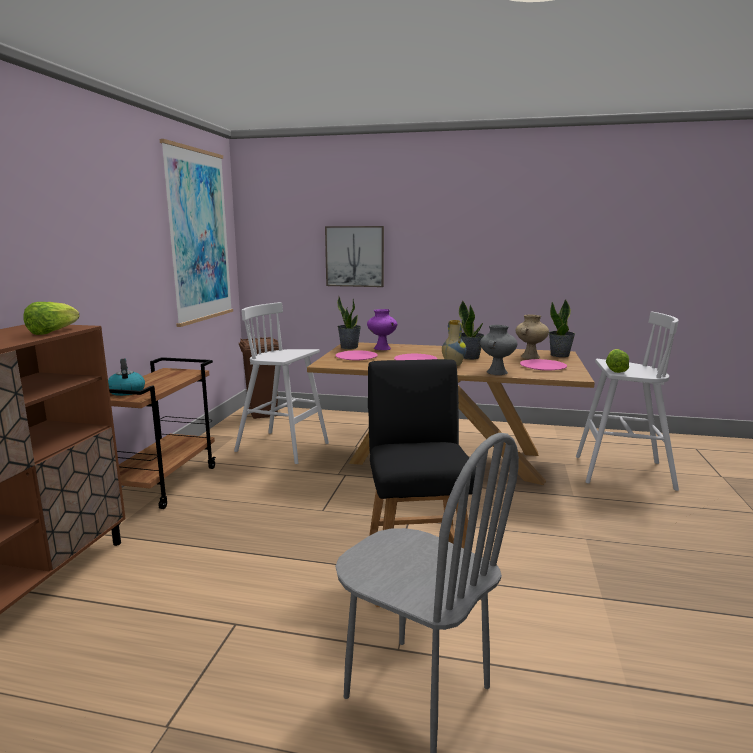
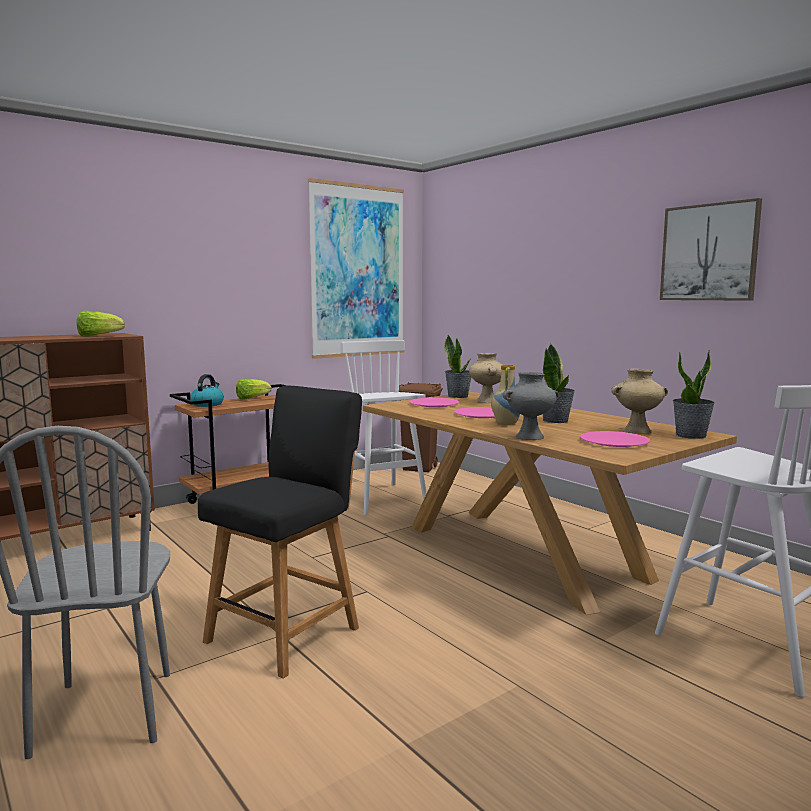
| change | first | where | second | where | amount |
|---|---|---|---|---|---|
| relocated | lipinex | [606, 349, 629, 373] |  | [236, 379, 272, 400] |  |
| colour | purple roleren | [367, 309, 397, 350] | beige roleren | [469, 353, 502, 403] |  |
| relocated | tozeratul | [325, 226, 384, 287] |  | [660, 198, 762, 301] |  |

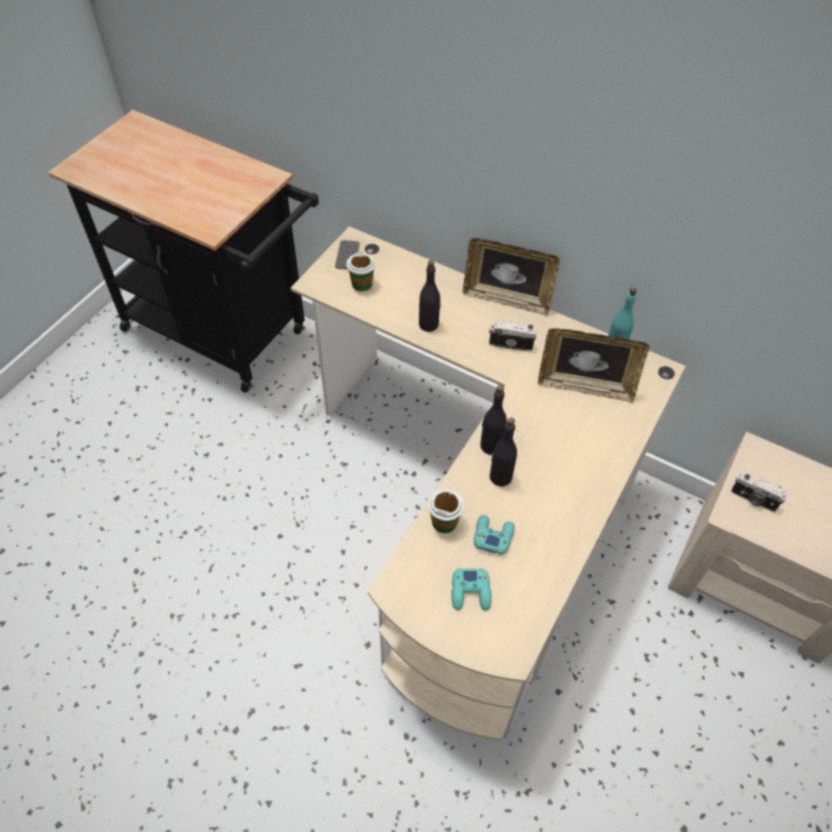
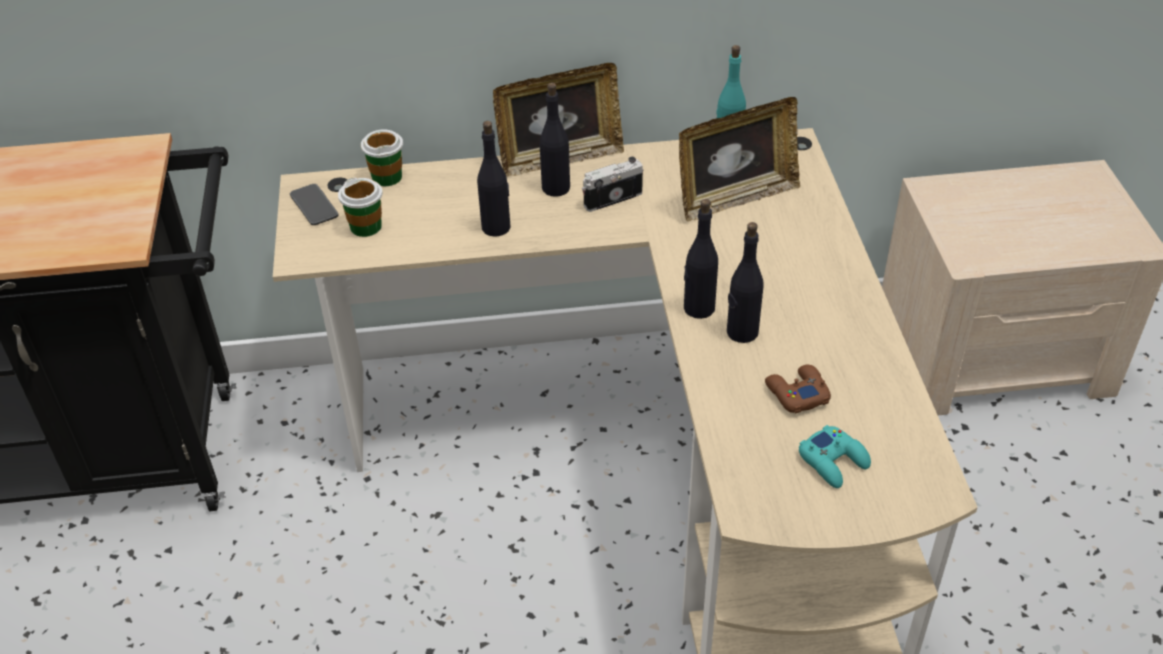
| change | first | where | second | where | amount |
|---|---|---|---|---|---|
| relocated | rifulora | [428, 489, 464, 533] |  | [361, 129, 403, 186] |  |
| appeared |  |  | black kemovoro | [540, 83, 570, 197] |  |
| colour | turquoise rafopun | [474, 515, 515, 555] | brown rafopun | [765, 365, 831, 414] |  |
| missing | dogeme | [731, 472, 787, 512] |  |  |  |

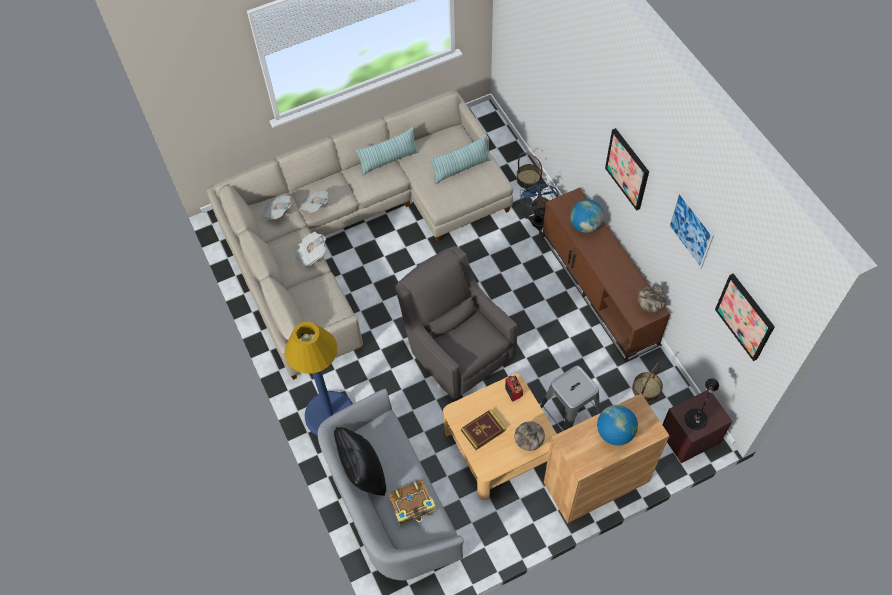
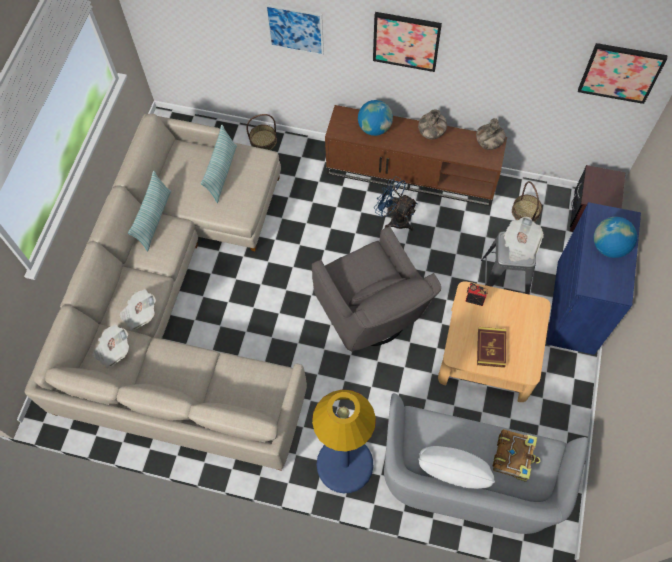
| change | first | where | second | where | amount |
|---|---|---|---|---|---|
| relocated | tozeratul | [668, 191, 714, 269] |  | [265, 4, 324, 56] |  |
| spun | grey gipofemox | [395, 246, 517, 400] |  | [312, 226, 441, 352] | 120 degrees counterclockwise |
| relocated | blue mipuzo | [520, 179, 559, 235] |  | [374, 176, 418, 231] |  |
| relocated | roleren | [514, 421, 545, 451] |  | [418, 109, 447, 140] |  |
| colour | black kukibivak | [334, 427, 386, 496] | white kukibivak | [419, 446, 495, 489] |  |
| relocated | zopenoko | [293, 232, 326, 268] |  | [504, 217, 544, 261] |  |
| colour | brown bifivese | [544, 393, 670, 524] | blue bifivese | [546, 202, 641, 355] |  |
| missing | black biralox | [685, 378, 719, 430] |  |  |  |

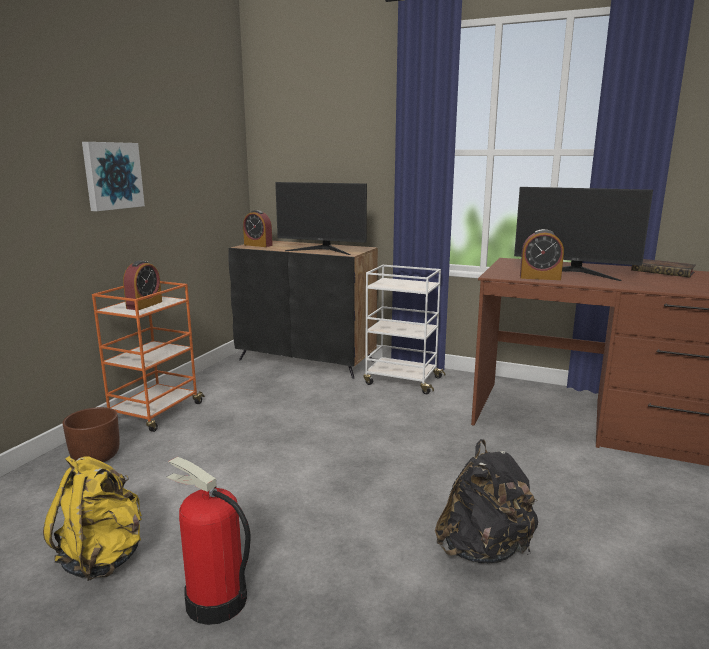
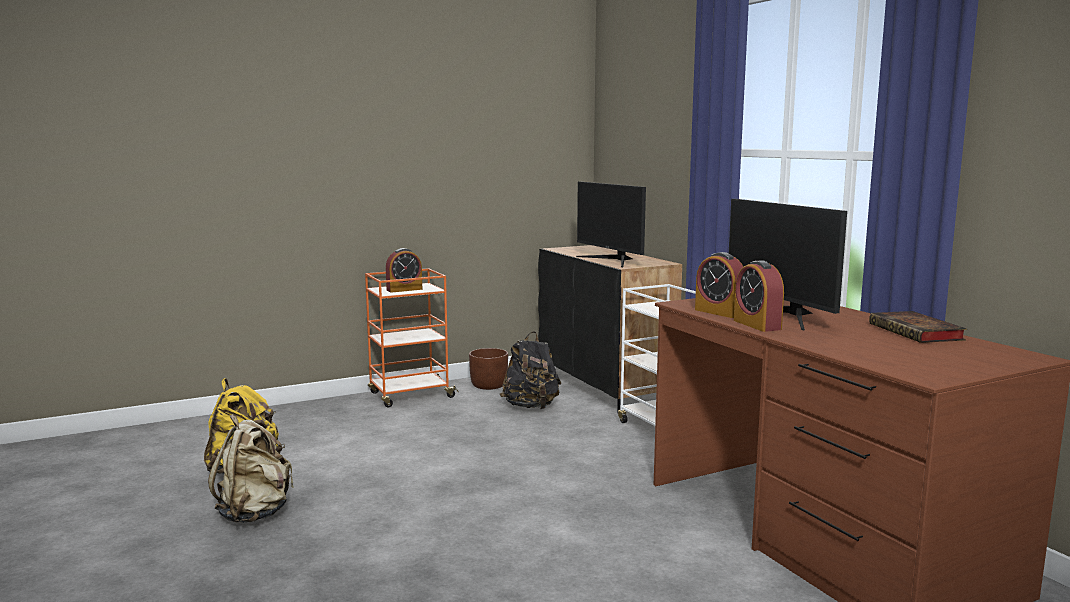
| change | first | where | second | where | amount |
|---|---|---|---|---|---|
| exchanged | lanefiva | [167, 457, 251, 625] | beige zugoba | [208, 414, 294, 523] |  |
| relocated | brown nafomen | [62, 407, 120, 462] |  | [469, 348, 508, 390] |  |
| relocated | black zugoba | [435, 439, 538, 564] |  | [500, 331, 561, 409] |  |
| relocated | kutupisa | [243, 210, 273, 247] |  | [734, 260, 784, 332] |  |
| missing | tozeratul | [82, 142, 145, 211] |  |  |  |

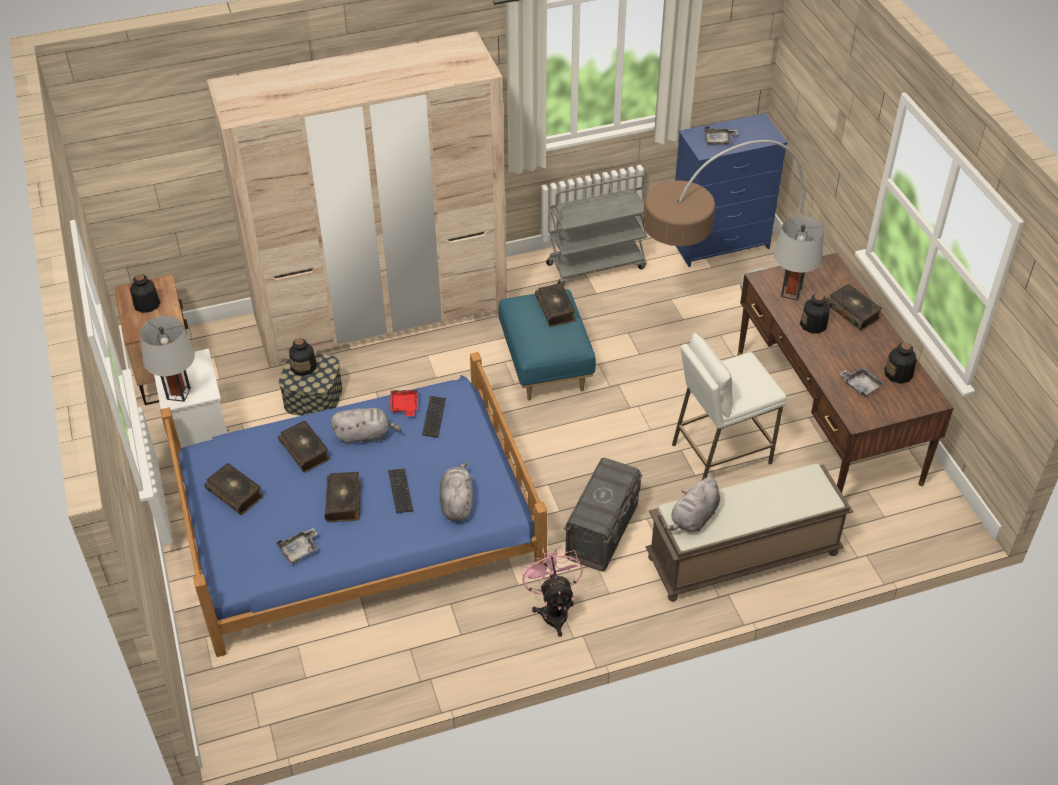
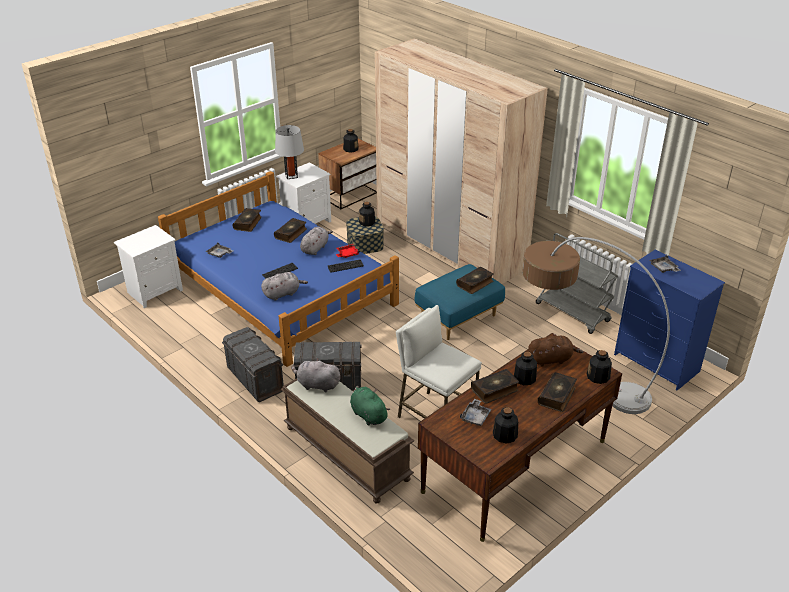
| change | first | where | second | where | amount |
|---|---|---|---|---|---|
| appeared |  |  | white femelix | [114, 225, 183, 308] |  |
| exchanged | pink mipuzo | [520, 545, 583, 637] | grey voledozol | [222, 327, 284, 402] |  |
| spun | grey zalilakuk | [331, 408, 401, 445] |  | [300, 227, 333, 255] | 120 degrees counterclockwise |
| appeared |  |  | green zalilakuk | [350, 386, 390, 425] |  |
| relocated | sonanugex | [324, 472, 361, 522] |  | [471, 369, 519, 404] |  |
| exchanged | grey biralox | [774, 216, 824, 301] | brown zalilakuk | [528, 336, 584, 366] |  |
| appeared |  |  | kemovoro | [587, 350, 612, 384] |  |

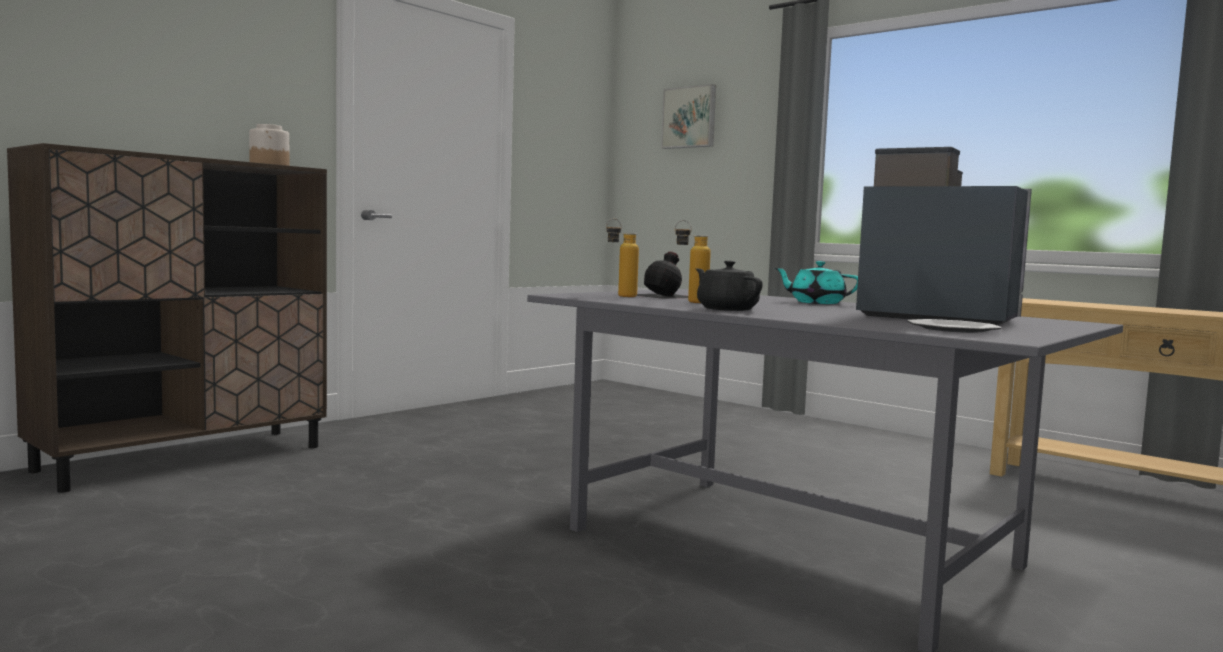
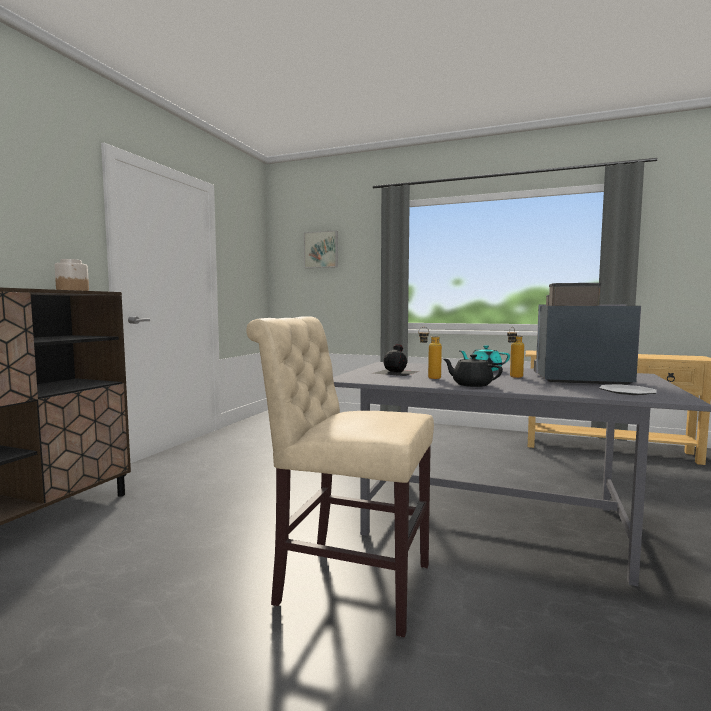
| change | first | where | second | where | amount |
|---|---|---|---|---|---|
| appeared |  |  | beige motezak | [246, 316, 434, 637] |  |
| relocated | kemovoro | [606, 219, 639, 297] |  | [507, 327, 524, 378] |  |

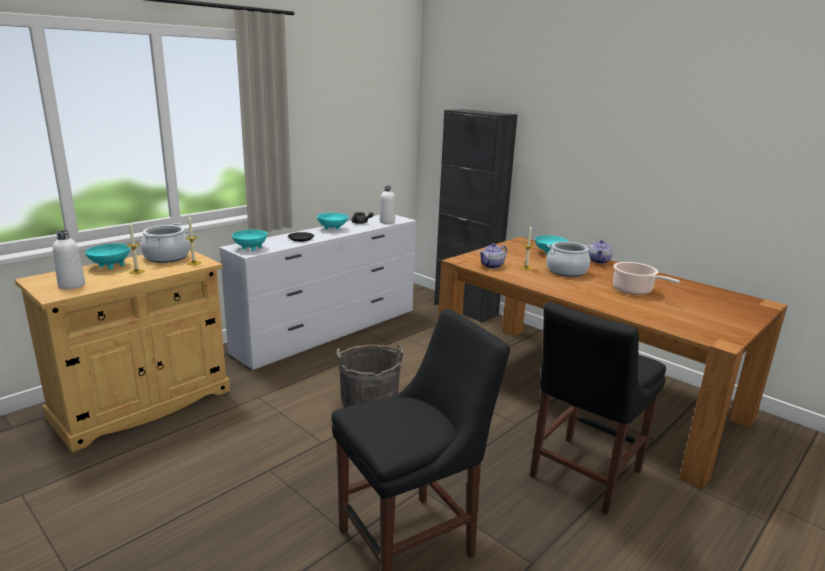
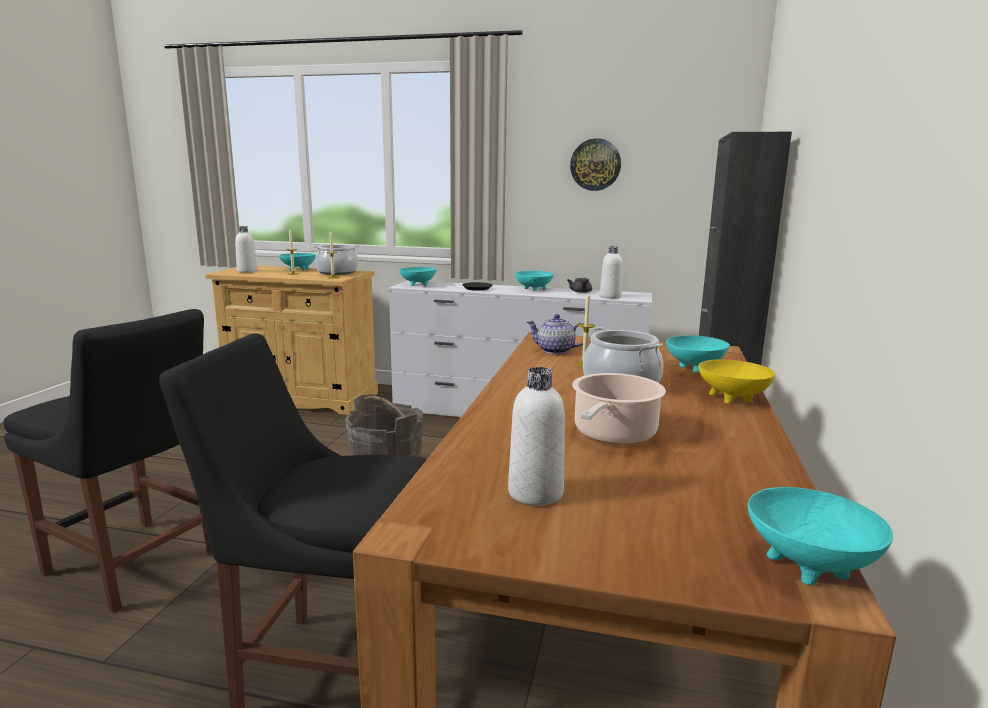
| change | first | where | second | where | amount |
|---|---|---|---|---|---|
| appeared |  |  | white kemovoro | [508, 367, 565, 506] |  |
| appeared |  |  | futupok | [570, 138, 621, 191] |  |
| exchanged | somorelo | [588, 240, 612, 264] | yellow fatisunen | [698, 359, 775, 404] |  |
| appeared |  |  | turquoise fatisunen | [748, 487, 893, 586] |  |

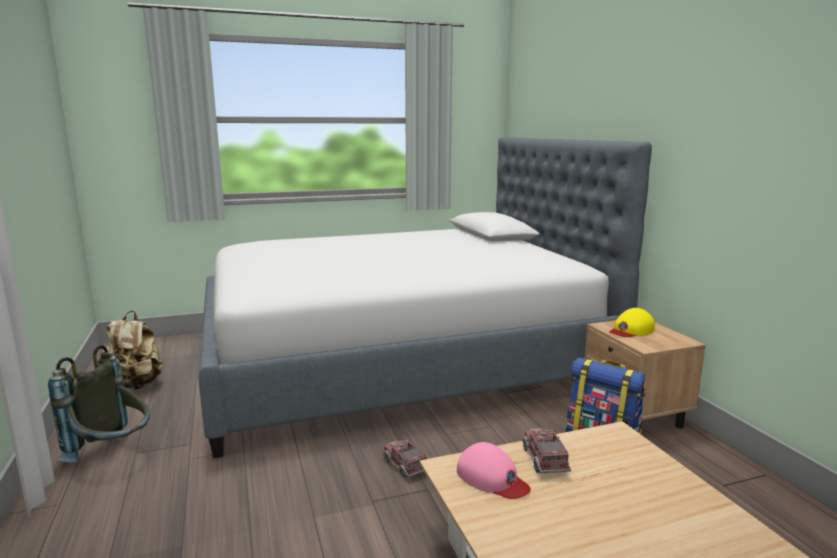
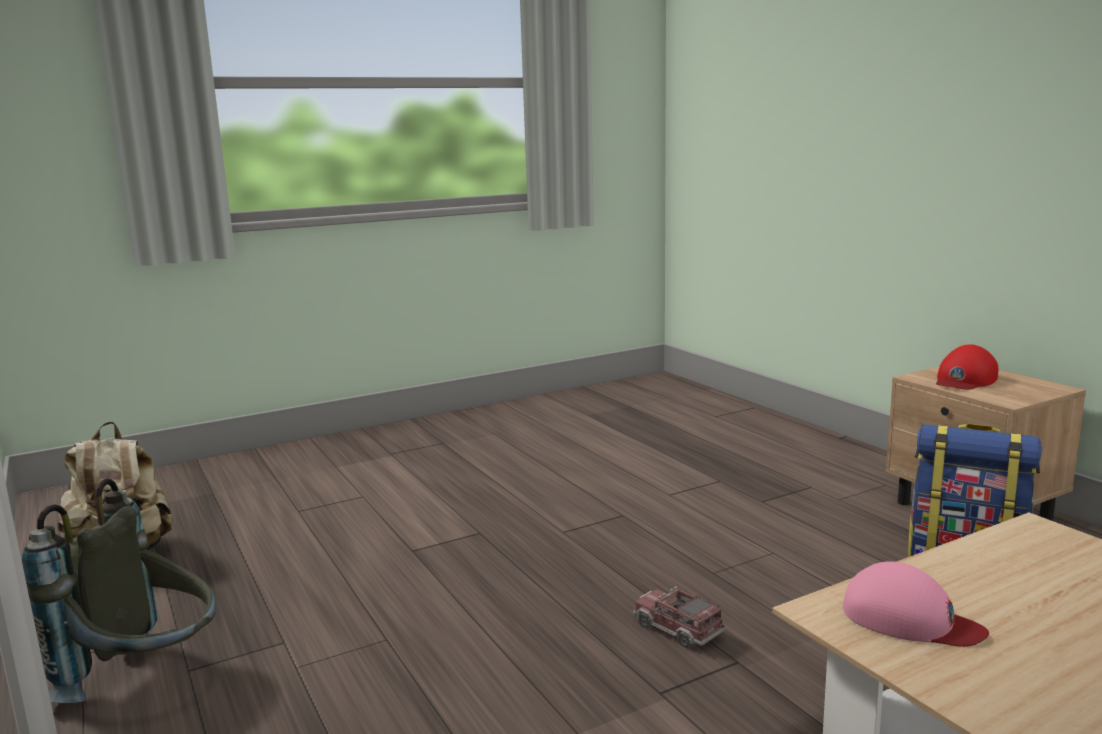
| change | first | where | second | where | amount |
|---|---|---|---|---|---|
| colour | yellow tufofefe | [609, 308, 655, 337] | red tufofefe | [936, 344, 998, 390] |  |
| missing | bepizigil | [198, 137, 652, 458] |  |  |  |
| missing | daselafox | [522, 428, 571, 474] |  |  |  |

